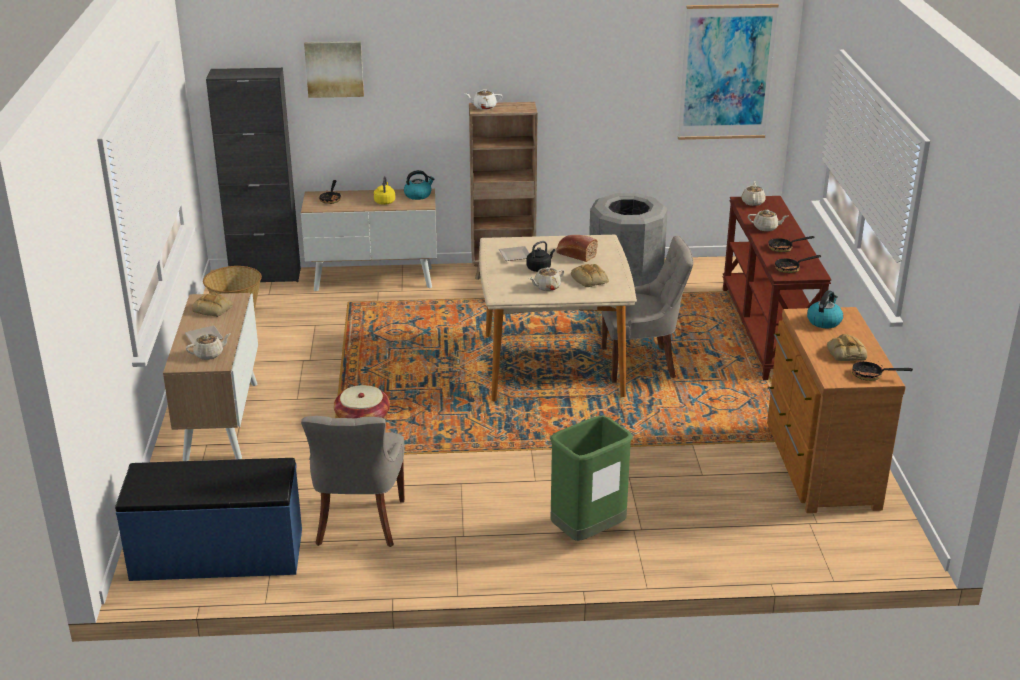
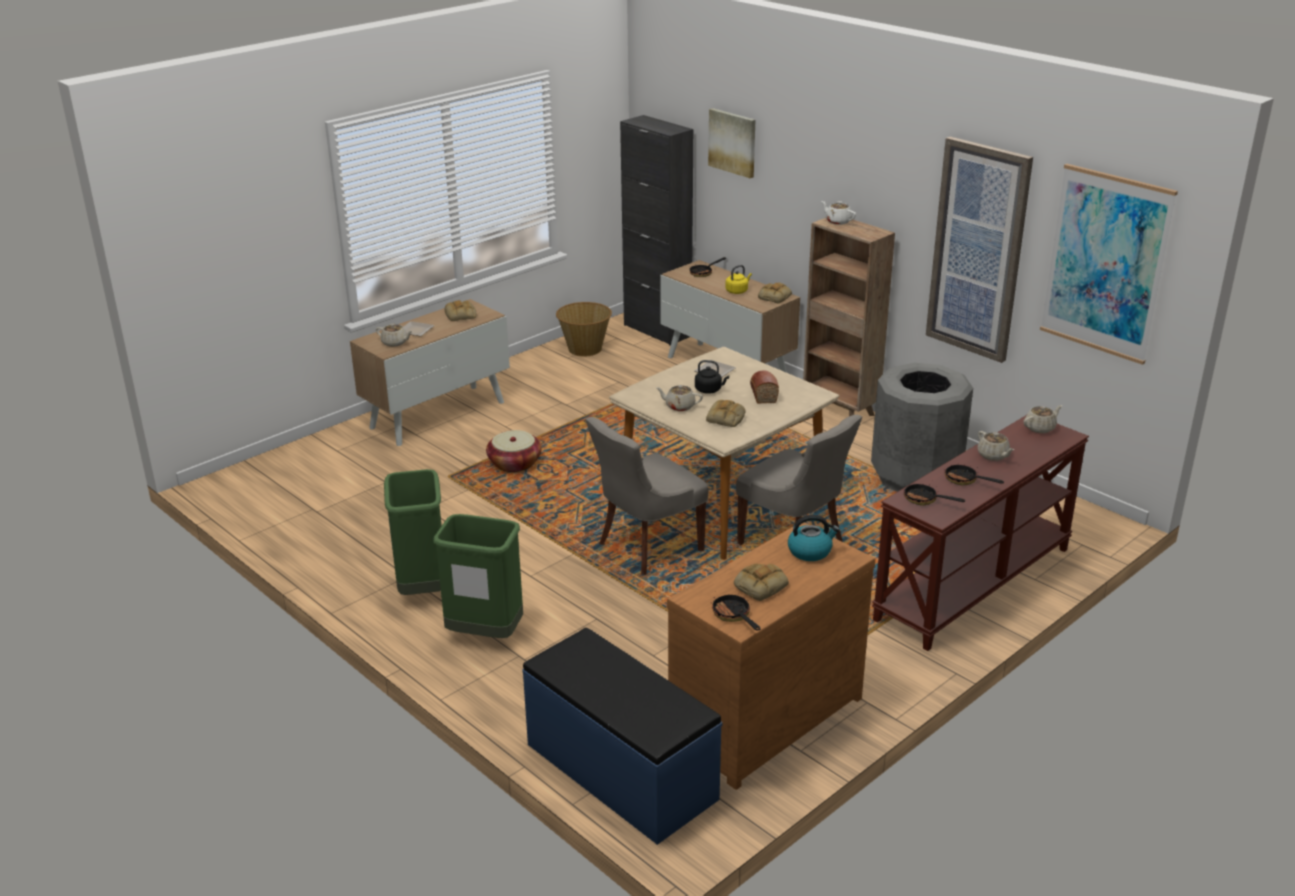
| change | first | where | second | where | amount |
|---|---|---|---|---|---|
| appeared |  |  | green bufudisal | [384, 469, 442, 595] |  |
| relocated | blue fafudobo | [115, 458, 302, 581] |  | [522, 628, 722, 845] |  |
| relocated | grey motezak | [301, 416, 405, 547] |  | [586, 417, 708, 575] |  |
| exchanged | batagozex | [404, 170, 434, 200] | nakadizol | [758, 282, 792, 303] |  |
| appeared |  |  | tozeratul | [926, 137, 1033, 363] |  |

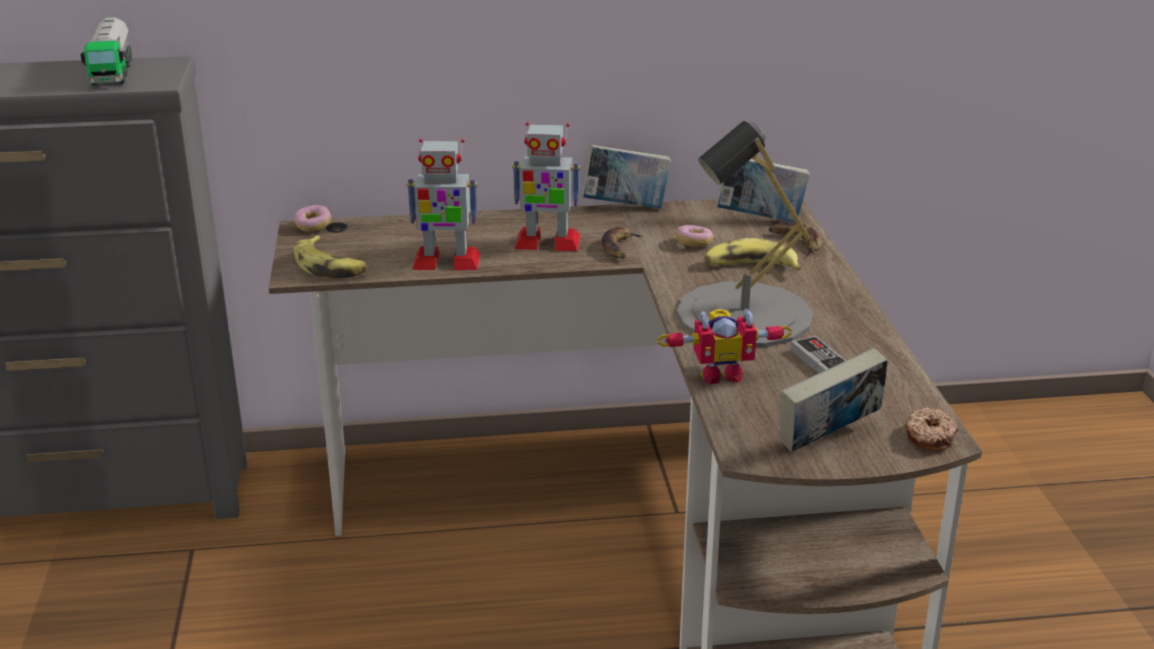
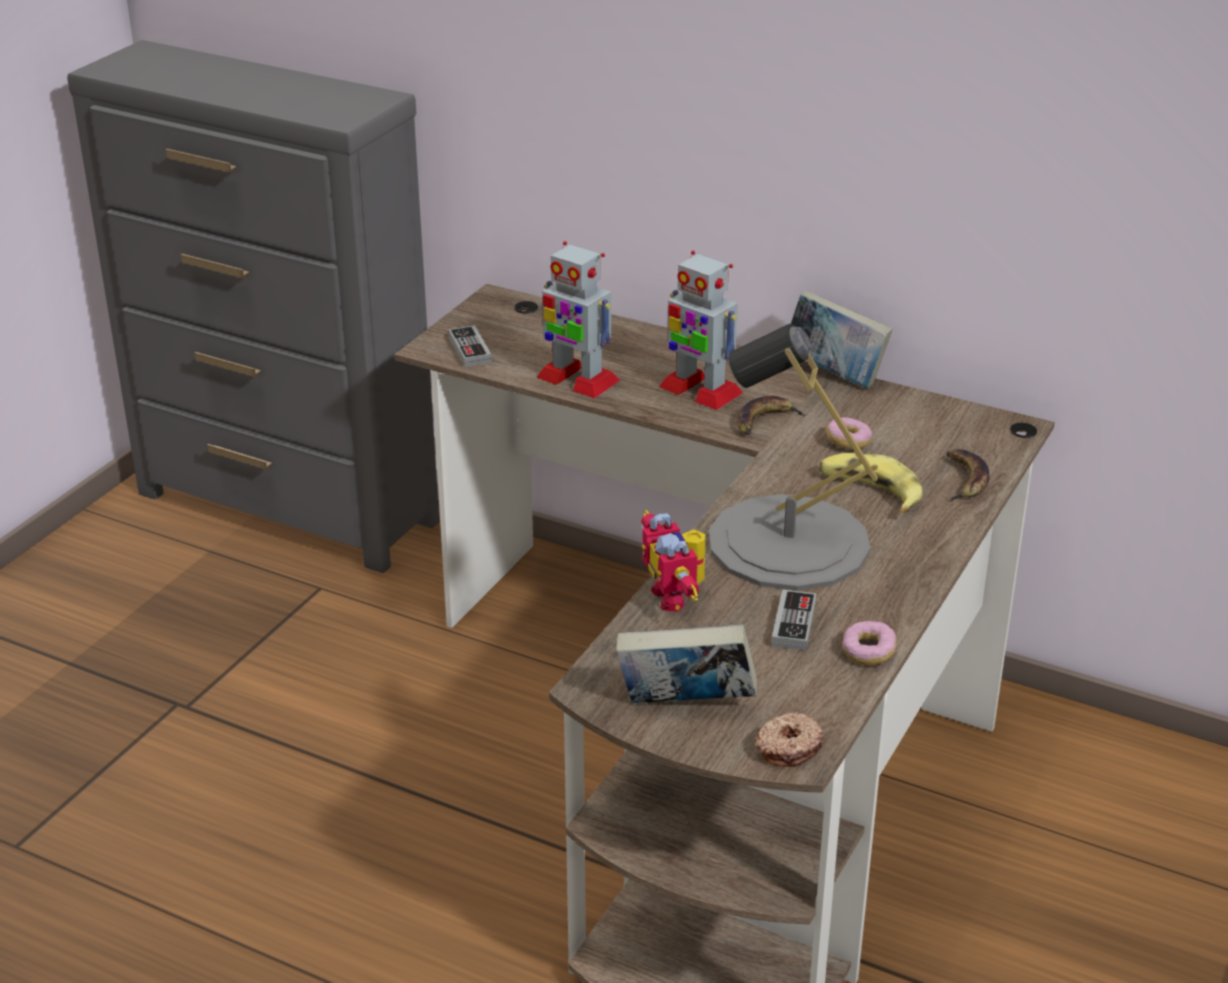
| change | first | where | second | where | amount |
|---|---|---|---|---|---|
| exchanged | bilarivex | [294, 235, 368, 278] | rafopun | [448, 325, 492, 367] |  |
| spun | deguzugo | [657, 308, 792, 384] |  | [641, 510, 705, 612] | 45 degrees clockwise |
| relocated | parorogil | [294, 205, 331, 232] |  | [842, 621, 896, 666] |  |
| missing | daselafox | [80, 17, 132, 85] |  |  |  |
| missing | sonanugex | [716, 159, 810, 223] |  |  |  |

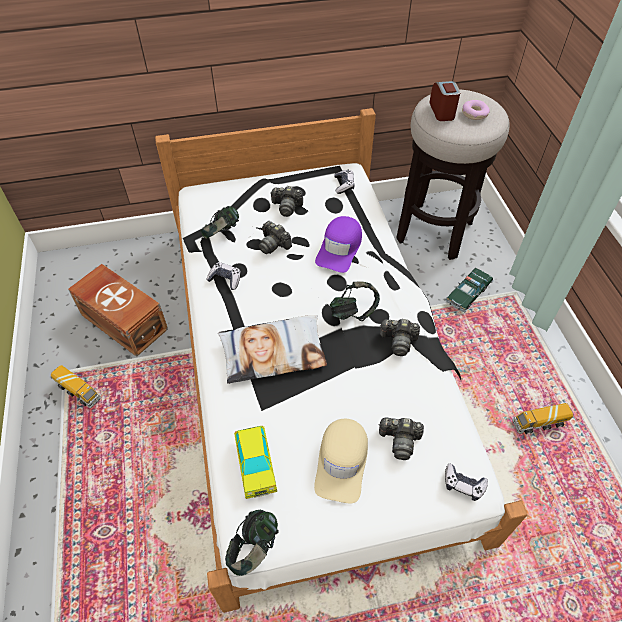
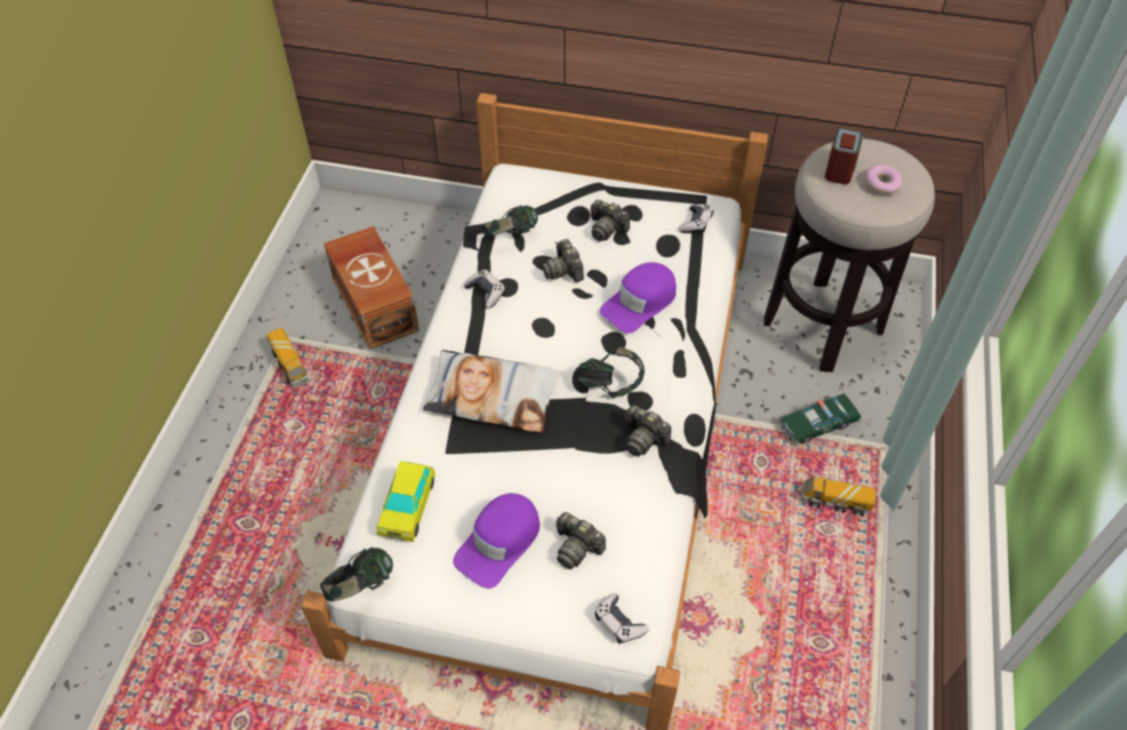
| change | first | where | second | where | amount |
|---|---|---|---|---|---|
| colour | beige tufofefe | [314, 418, 368, 503] | purple tufofefe | [453, 493, 540, 589] |  |
| relocated | daselafox | [512, 403, 573, 434] |  | [800, 476, 876, 516] |  |

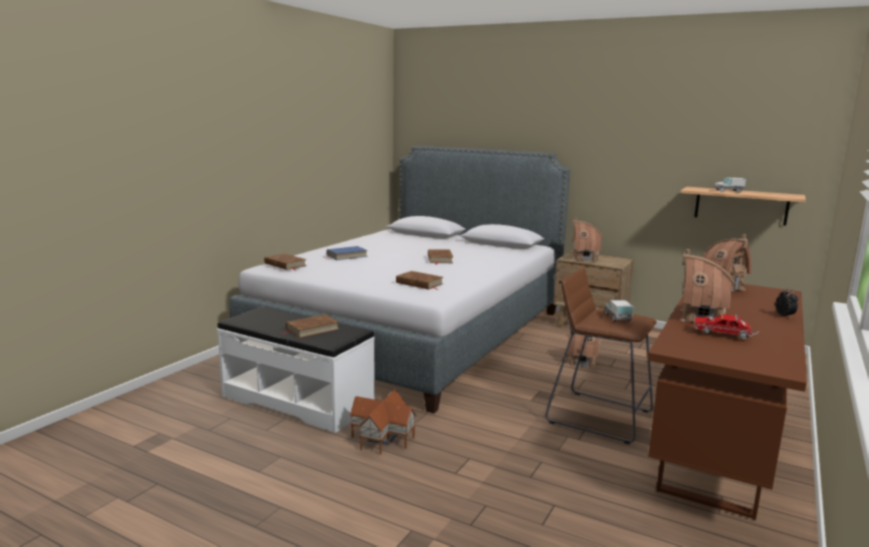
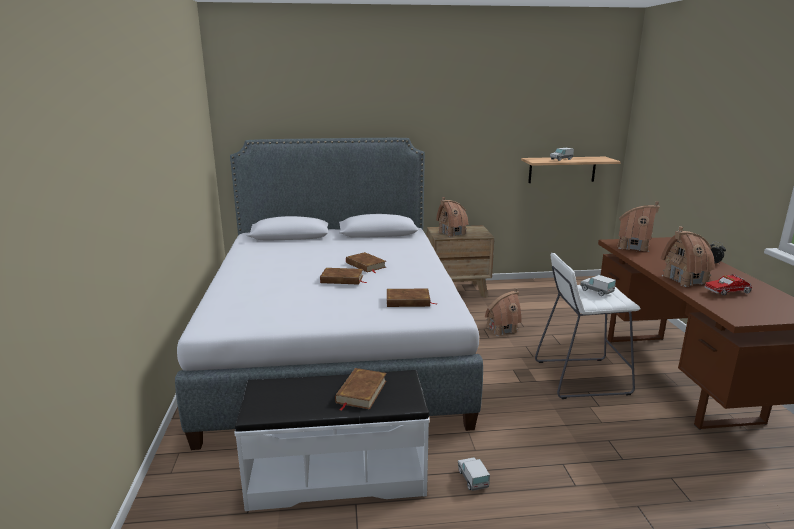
| change | first | where | second | where | amount |
|---|---|---|---|---|---|
| relocated | brown sonanugex | [264, 253, 307, 270] |  | [320, 268, 367, 285] |  |
| exchanged | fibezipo | [349, 390, 417, 454] | daselafox | [458, 457, 490, 491] |  |
| colour | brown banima | [545, 268, 657, 444] | white banima | [535, 253, 641, 399] |  |
| missing | blue sonanugex | [323, 246, 368, 260] |  |  |  |

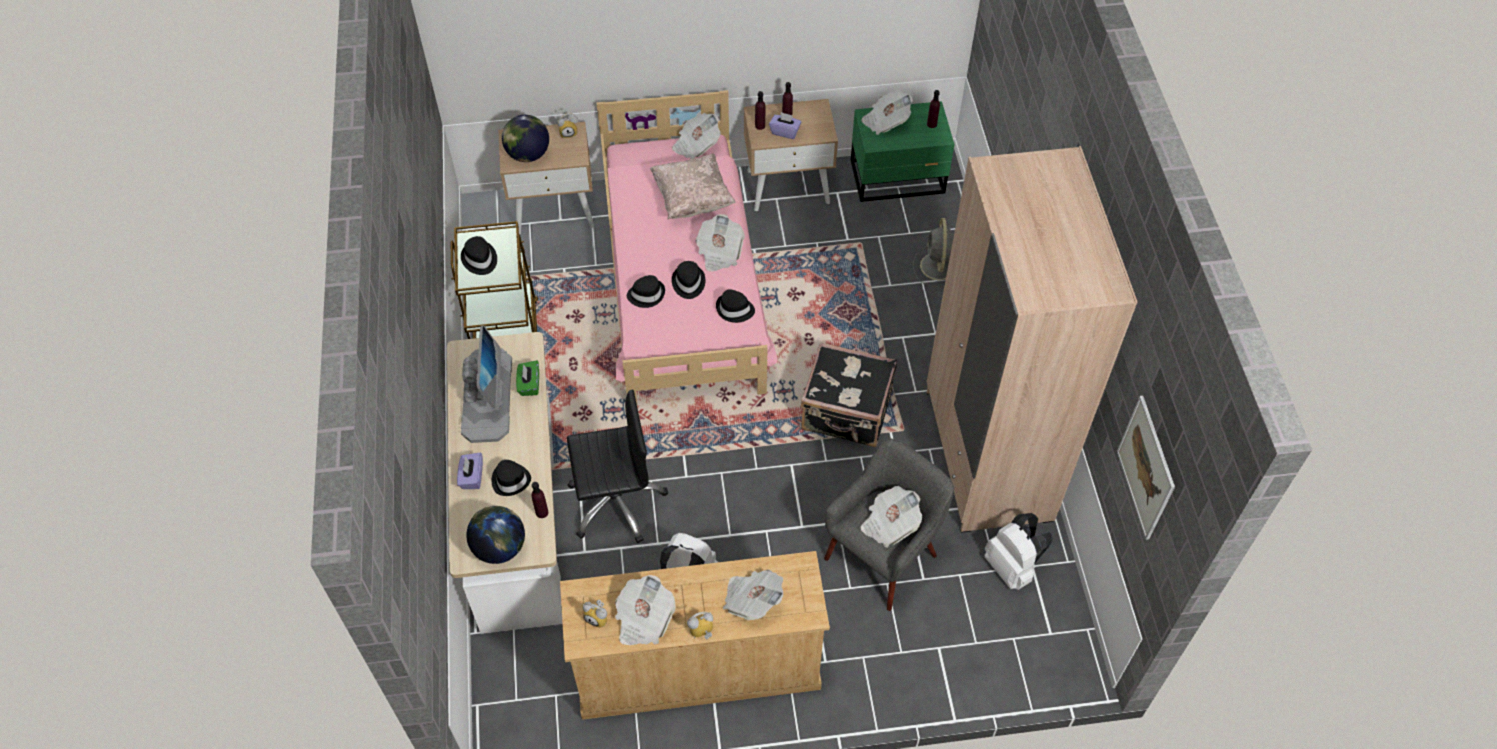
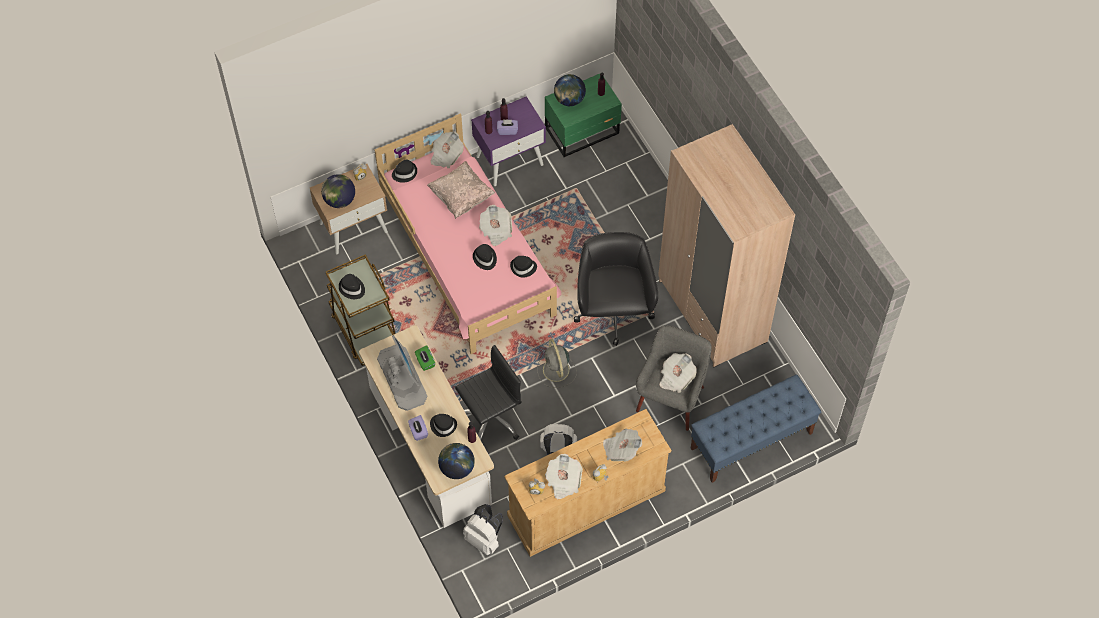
| change | first | where | second | where | amount |
|---|---|---|---|---|---|
| relocated | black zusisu | [627, 275, 665, 308] |  | [392, 160, 417, 183] |  |
| relocated | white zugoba | [985, 513, 1053, 590] |  | [463, 504, 503, 555] |  |
| colour | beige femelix | [744, 99, 838, 211] | purple femelix | [471, 96, 546, 186] |  |
| relocated | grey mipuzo | [913, 218, 954, 288] |  | [537, 339, 577, 388] |  |
| exchanged | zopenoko | [862, 90, 913, 135] | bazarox | [554, 74, 586, 106] |  |
| exchanged | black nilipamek | [801, 342, 897, 447] | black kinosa | [574, 232, 658, 346] |  |
| appeared |  |  | blue fafudobo | [691, 374, 821, 483] |  |
| missing | tozeratul | [1117, 396, 1175, 540] |  |  |  |

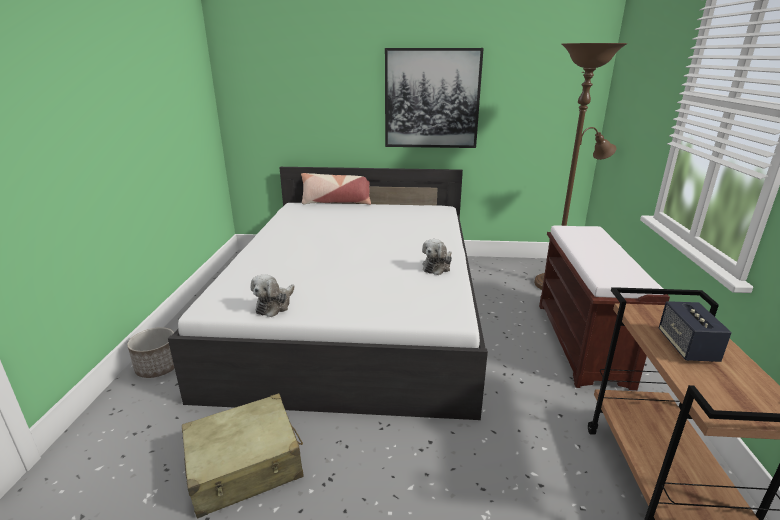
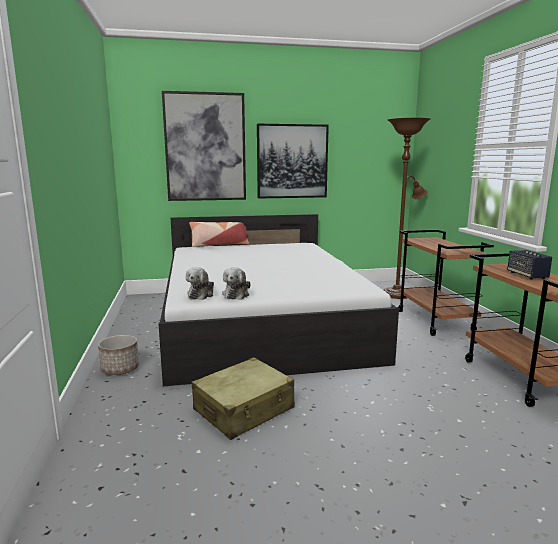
| change | first | where | second | where | amount |
|---|---|---|---|---|---|
| appeared |  |  | tozeratul | [162, 91, 246, 201] |  |
| relocated | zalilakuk | [422, 239, 452, 275] |  | [186, 267, 214, 300] |  |
| exchanged | brown fafudobo | [539, 225, 670, 391] | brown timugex | [398, 230, 494, 336] |  |

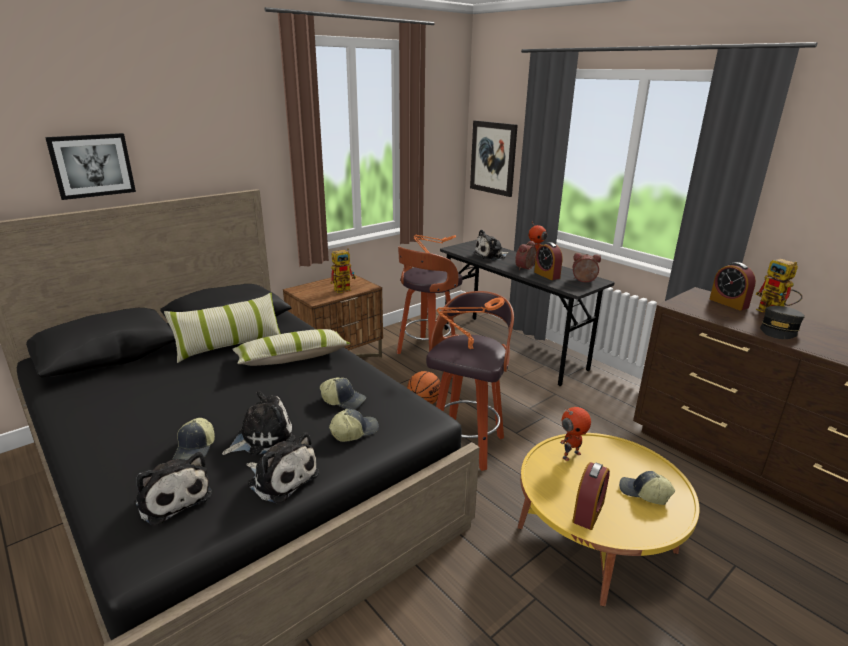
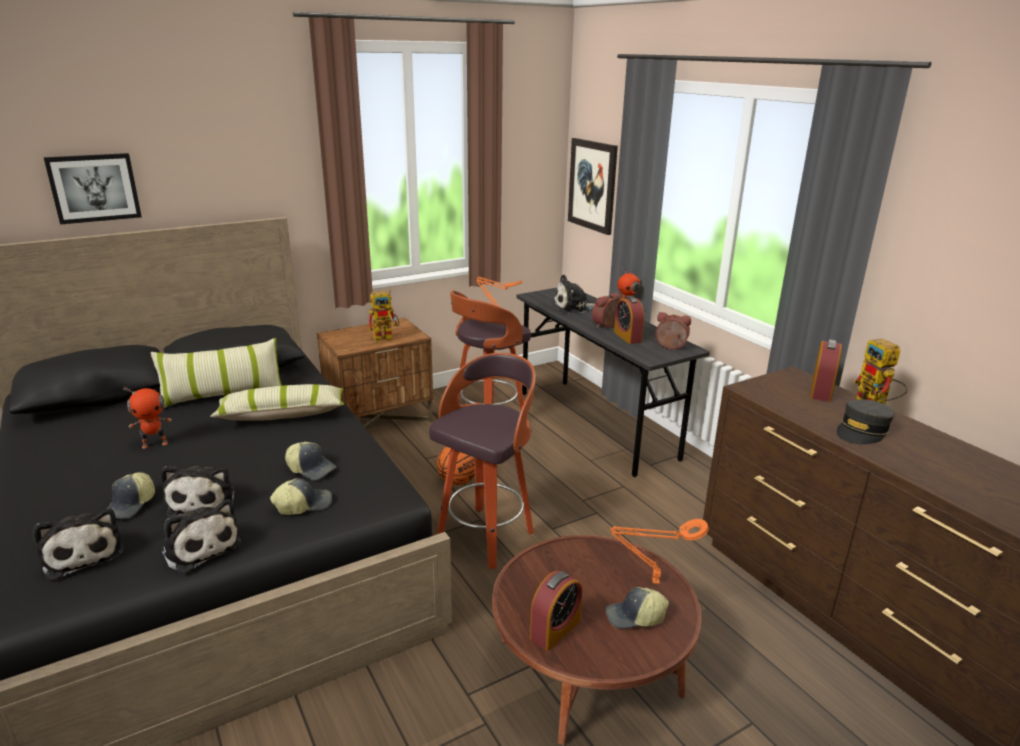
| change | first | where | second | where | amount |
|---|---|---|---|---|---|
| relocated | deguzugo | [560, 407, 591, 461] |  | [124, 386, 172, 449] |  |
| spun | zalilakuk | [222, 391, 296, 455] |  | [161, 466, 234, 518] | 105 degrees clockwise |
| colour | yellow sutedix | [518, 433, 699, 606] | brown sutedix | [492, 535, 701, 745] |  |
| spun | tufofefe | [619, 471, 675, 505] |  | [605, 587, 669, 629] | 45 degrees counterclockwise |
| relocated | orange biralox | [437, 297, 504, 349] |  | [610, 519, 709, 584] |  |
| spun | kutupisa | [709, 262, 756, 311] |  | [810, 339, 842, 402] | 135 degrees counterclockwise |

